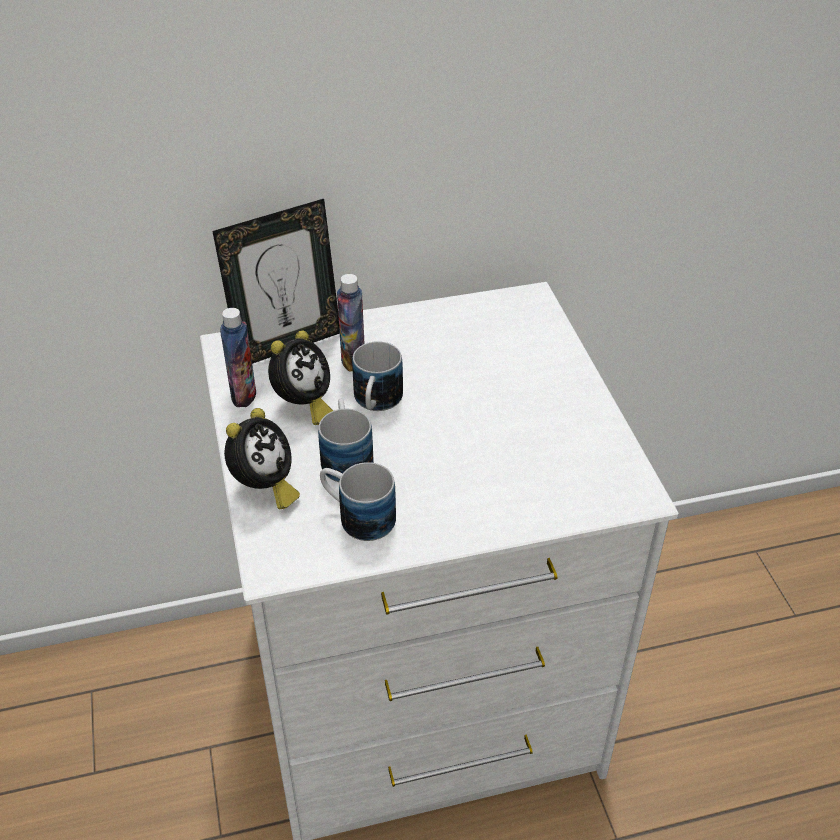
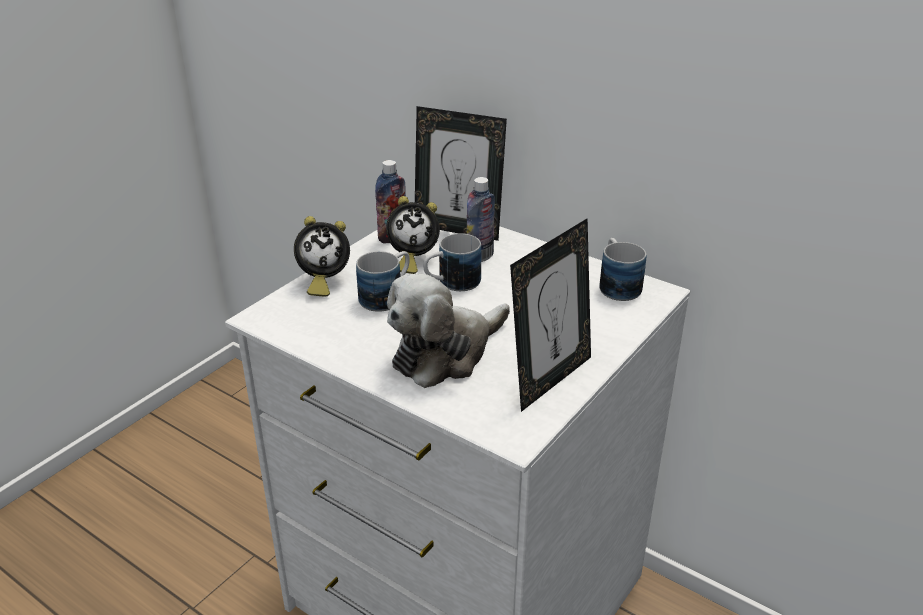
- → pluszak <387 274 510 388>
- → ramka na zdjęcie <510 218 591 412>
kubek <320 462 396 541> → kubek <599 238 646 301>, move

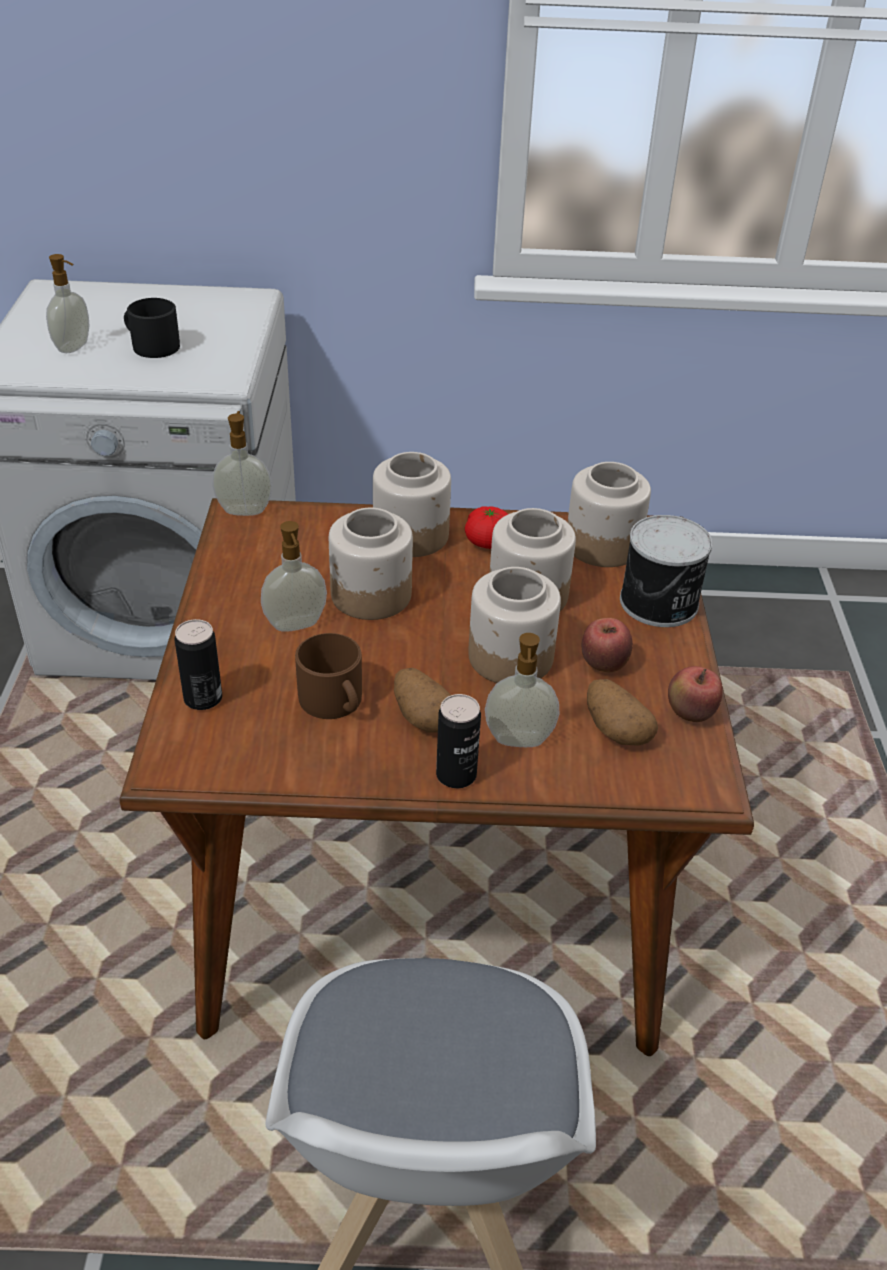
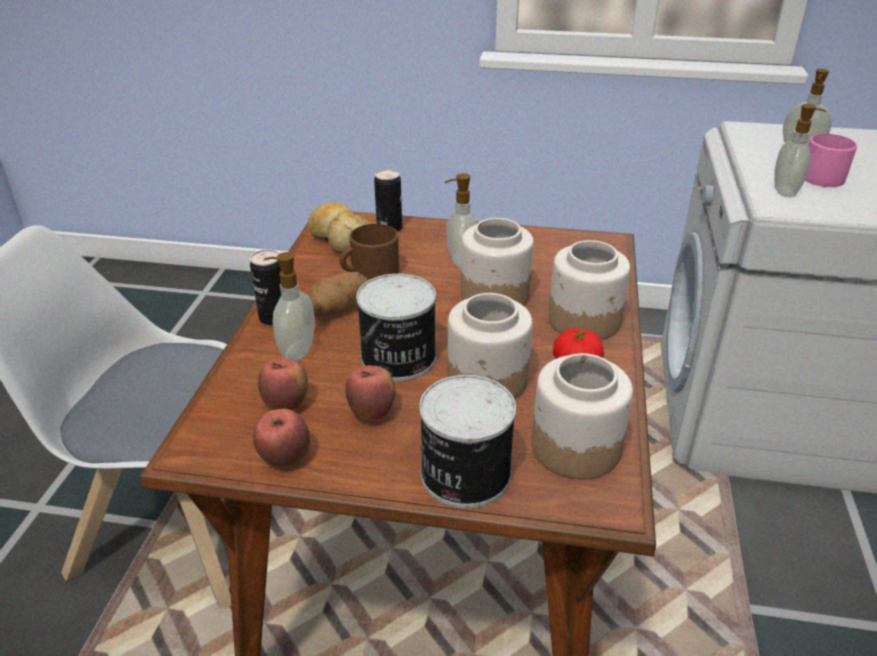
- → chleb <308 203 370 255>
dozownik mydła <212 411 272 516> → dozownik mydła <774 104 827 197>, move
słoik <468 567 561 683> → puszka <356 274 436 381>
ziemniak <587 679 658 746> → jabłko <258 358 308 411>
kubek [czarny] <124 298 180 358> → kubek [różowy] <805 134 857 187>

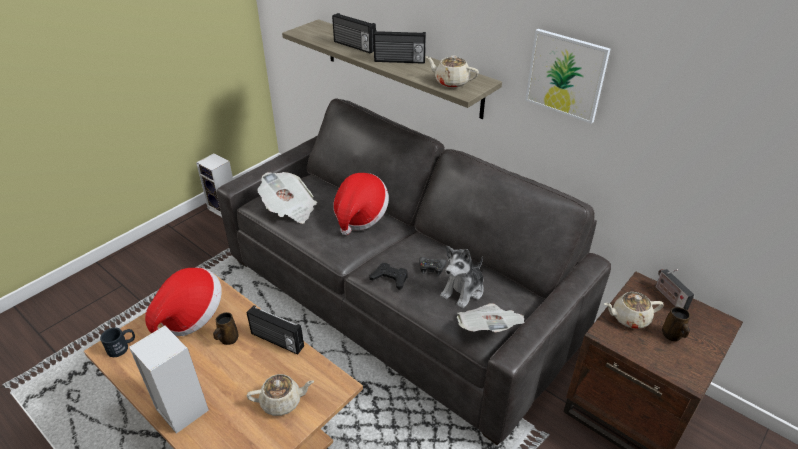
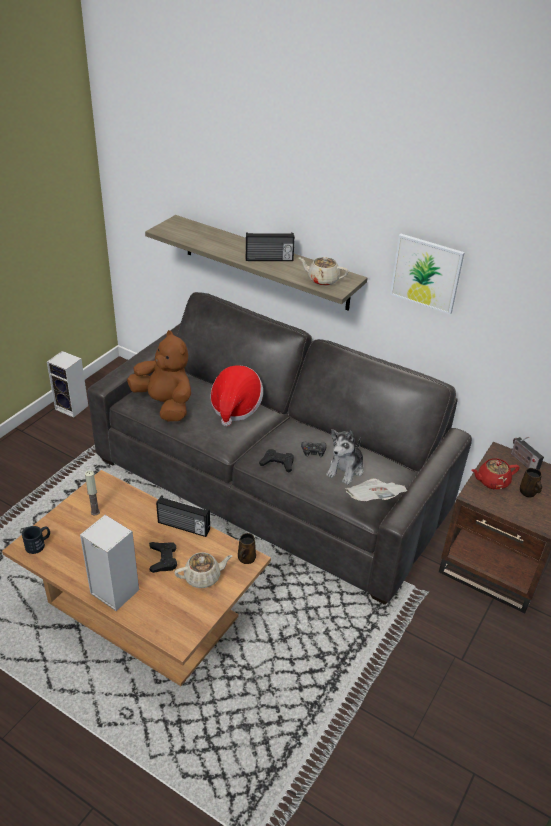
radio <332 13 376 53> → -
- → pad do gier [czarny] <149 542 177 573>
kubek [brązowy] <213 312 238 345> → kubek [brązowy] <238 533 256 564>, move
kapelusz <145 268 222 336> → świeca <85 470 100 515>
gazeta <258 172 317 224> → pluszak [brązowy] <127 330 191 421>
imbryk [beżowy] <604 292 664 329> → imbryk [czerwony] <471 458 520 490>

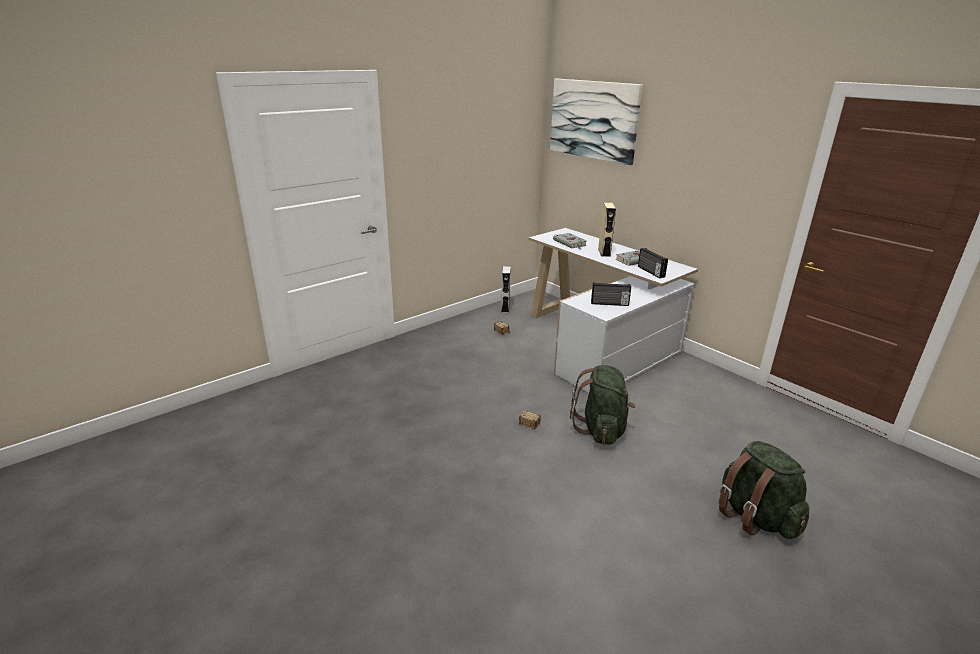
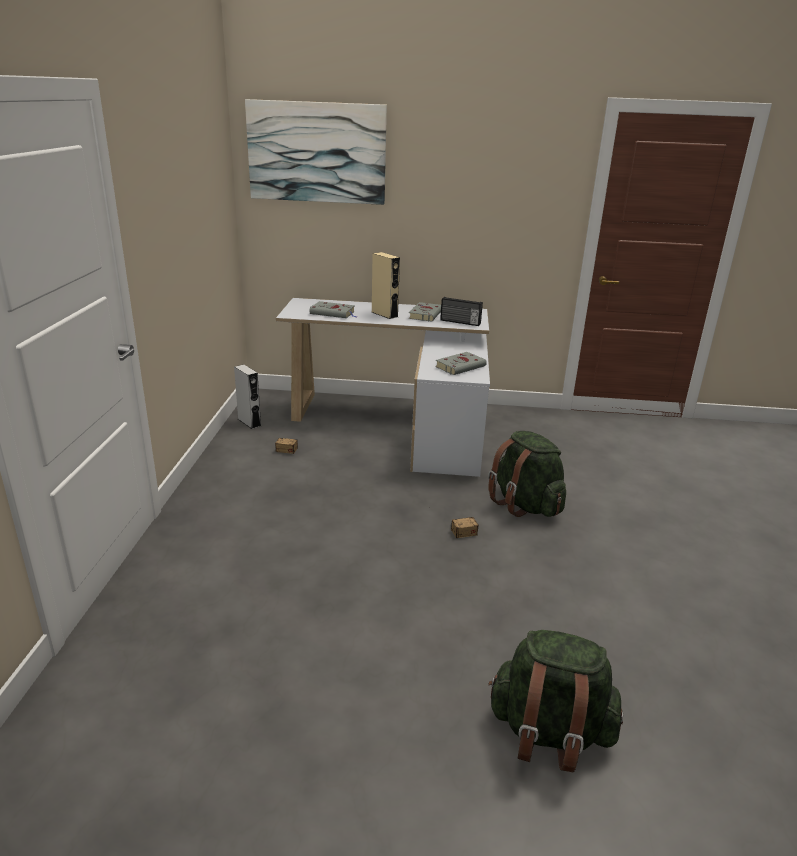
plecak [zielony] <719 441 810 539> → plecak [zielony] <488 630 623 772>, move
radio <591 282 631 306> → książka [szary] <435 352 487 375>

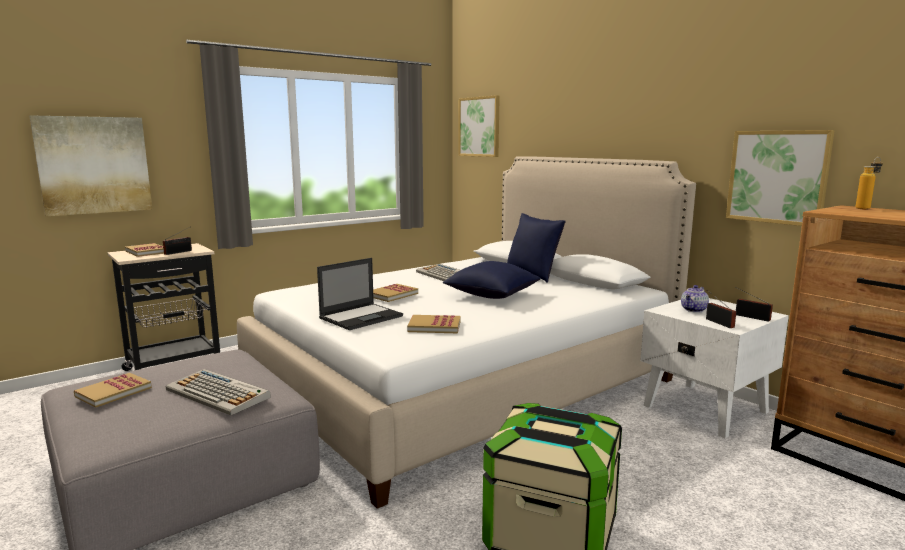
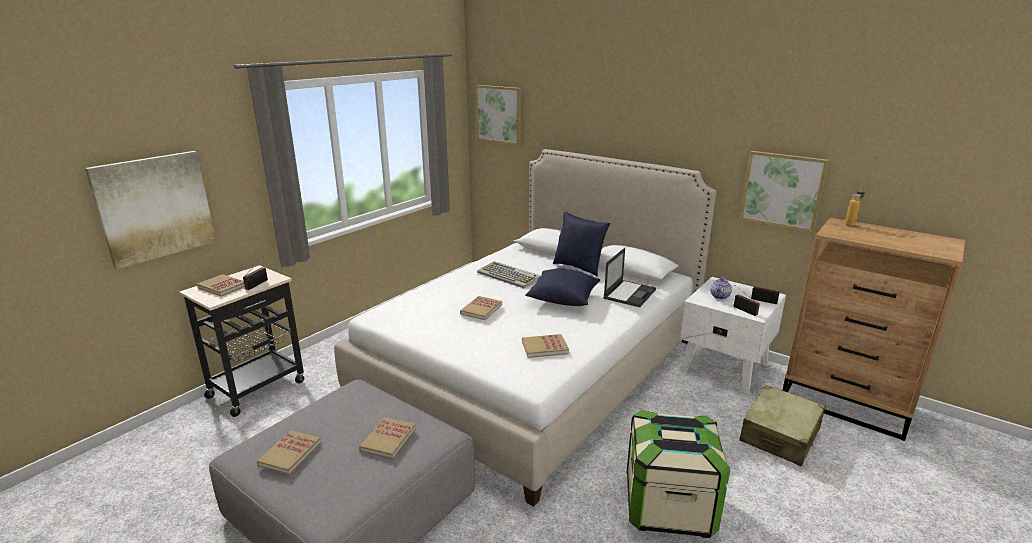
- → walizka [beżowy] <739 385 826 467>
laptop <317 258 403 330> → laptop <603 248 656 307>, move
klawiatura <166 369 271 415> → książka <359 417 416 459>

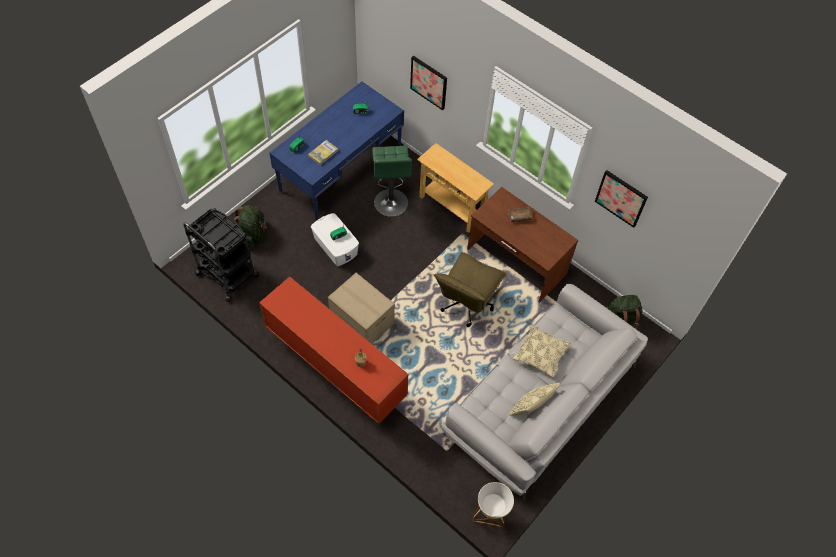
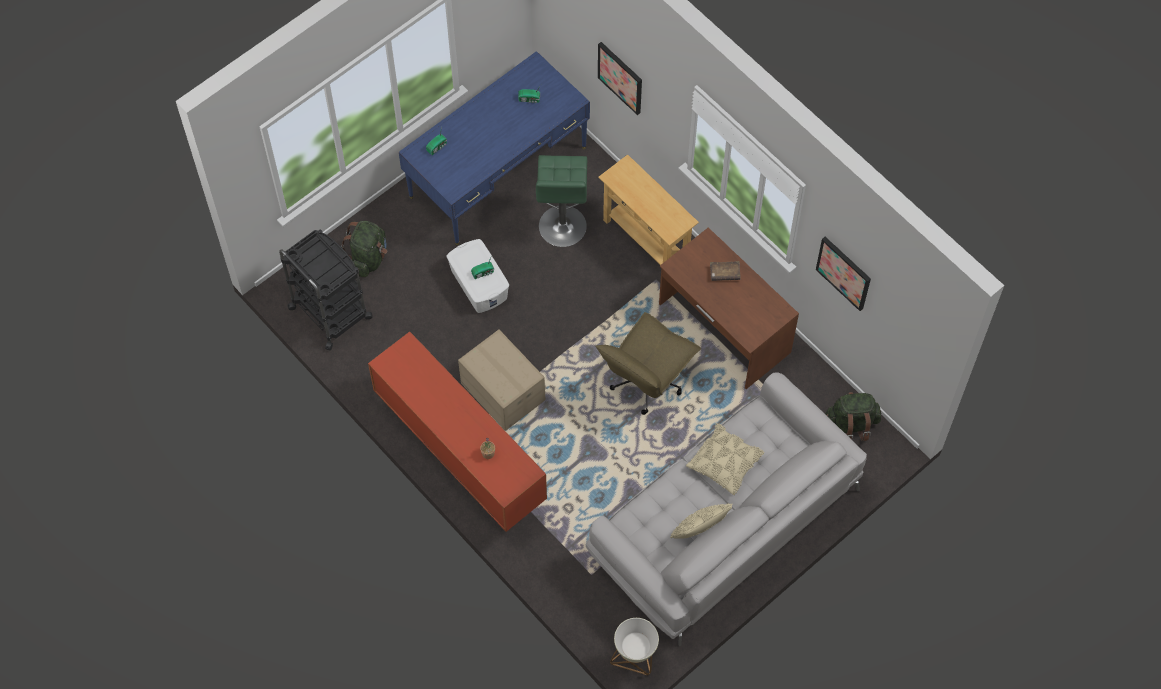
książka <308 140 338 165> → -

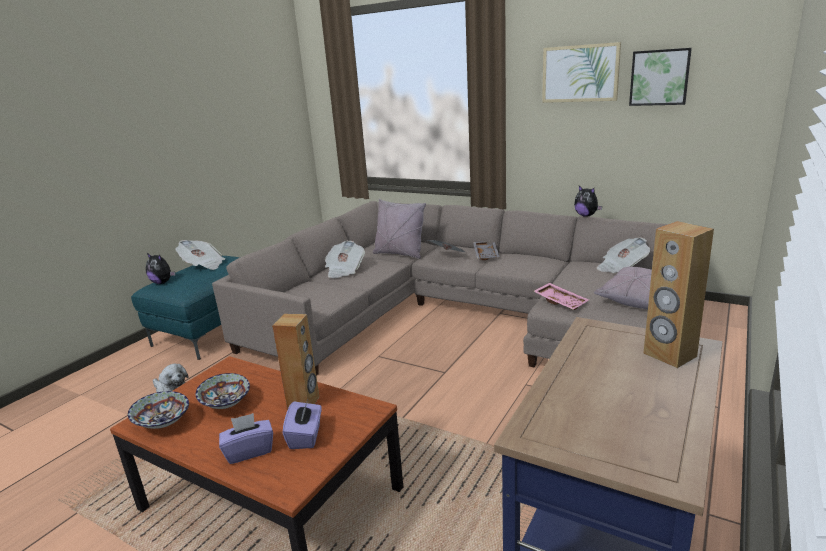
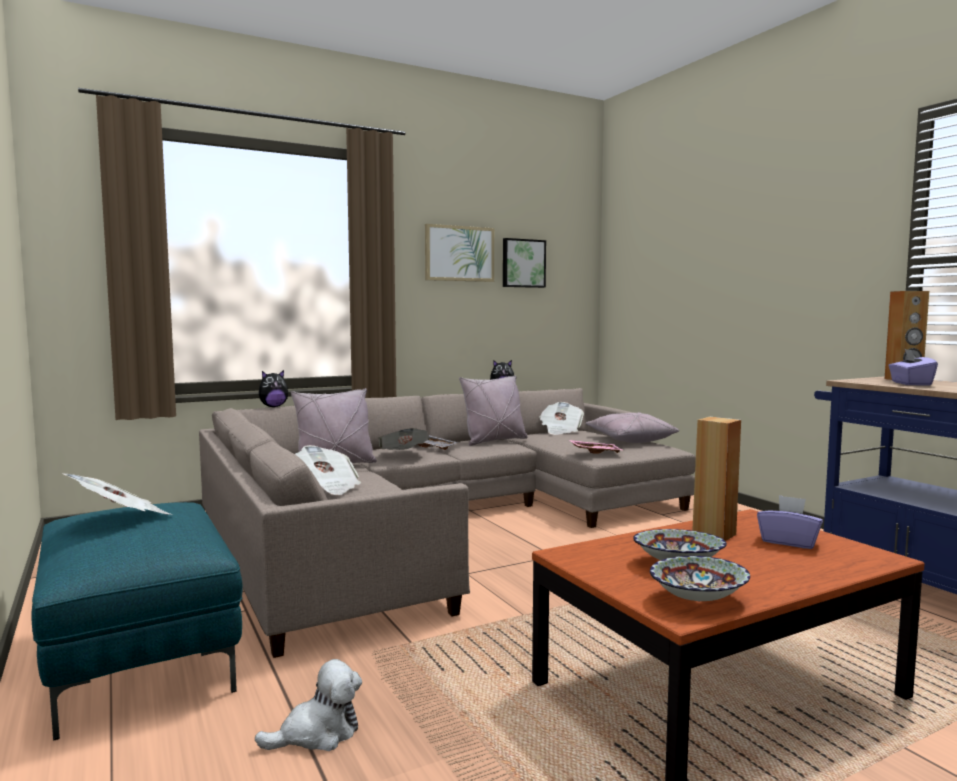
- → poduszka [fioletowy] <459 375 528 446>
pluszak <146 253 175 284> → pluszak <259 370 288 407>, move
pudełko chusteczek [fioletowy] <219 413 273 464> → pudełko chusteczek [fioletowy] <888 349 938 386>, move

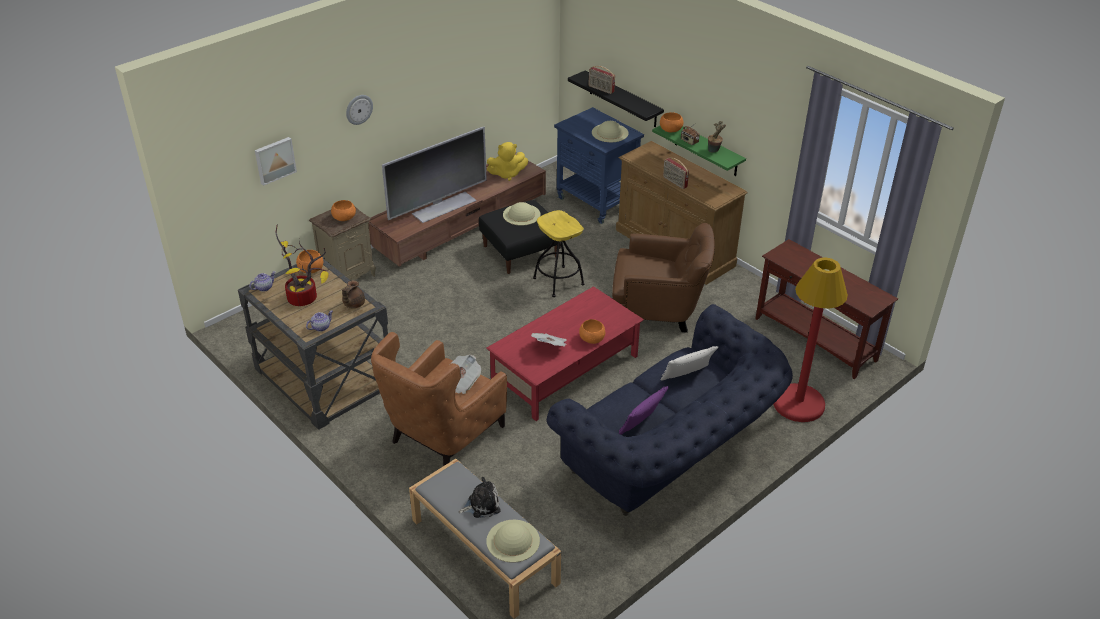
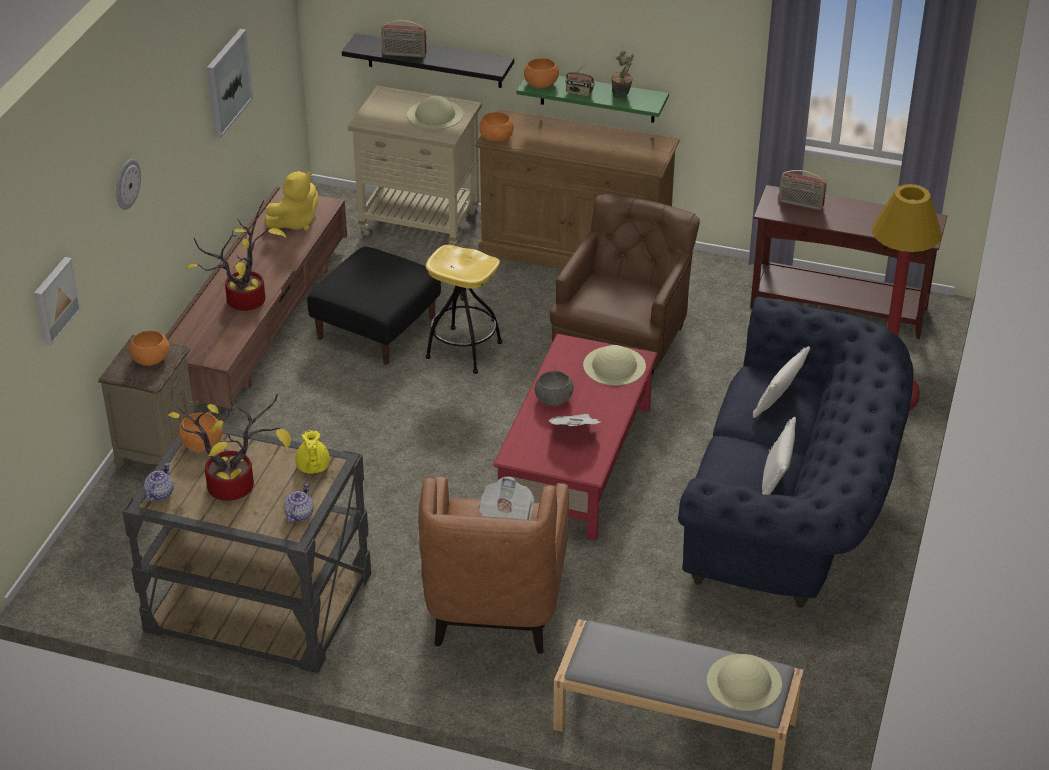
pluszak <458 477 501 518> → -
- → obraz <207 29 253 139>
- → miska [szary] <535 371 574 406>
kapelusz [beżowy] <503 202 541 226> → kapelusz [beżowy] <583 345 646 386>, move
miska [pomarańczowy] <579 319 605 344> → miska [pomarańczowy] <479 112 514 142>, move
radio <663 158 689 189> → radio <779 170 827 210>, move
telewizor <382 127 487 223> → roślina doniczkowa <186 200 286 311>
imbryk [brązowy] <342 280 365 308> → imbryk [żółty] <295 430 330 474>
wózek [niebieski] <554 107 644 224> → wózek [beżowy] <348 86 482 246>
poduszka [fioletowy] <619 386 669 435> → poduszka [biały] <762 417 796 495>
fotel [brązowy] <612 223 715 333> → fotel [brązowy] <550 194 700 375>, 45 degrees counterclockwise

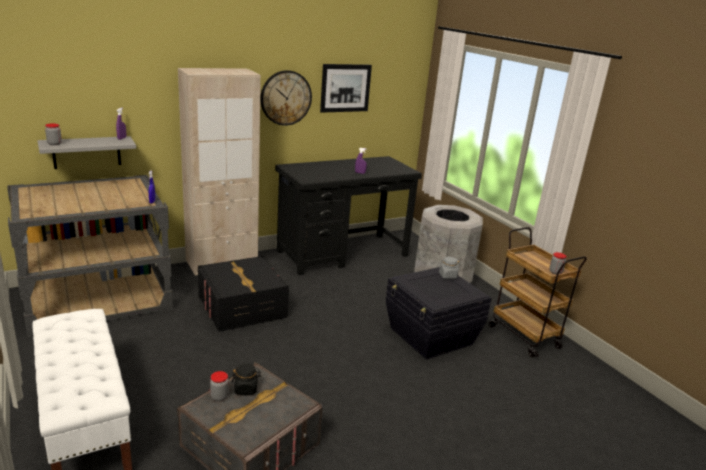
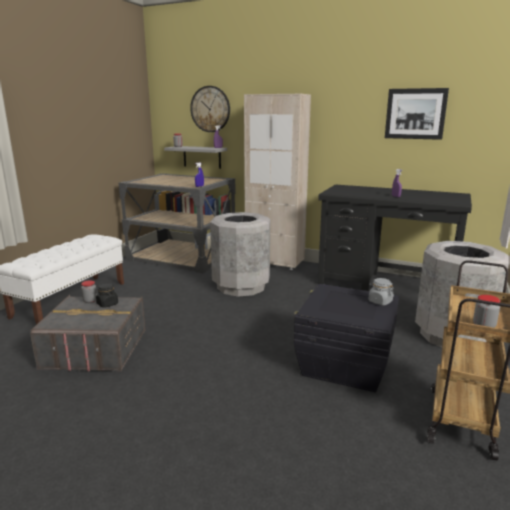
zegar ścienny <260 70 312 126> → zegar ścienny <190 86 230 132>, move
pojemnik do przechowywania [czarny] <198 256 289 332> → kosz na śmieci [szary] <210 212 270 297>

